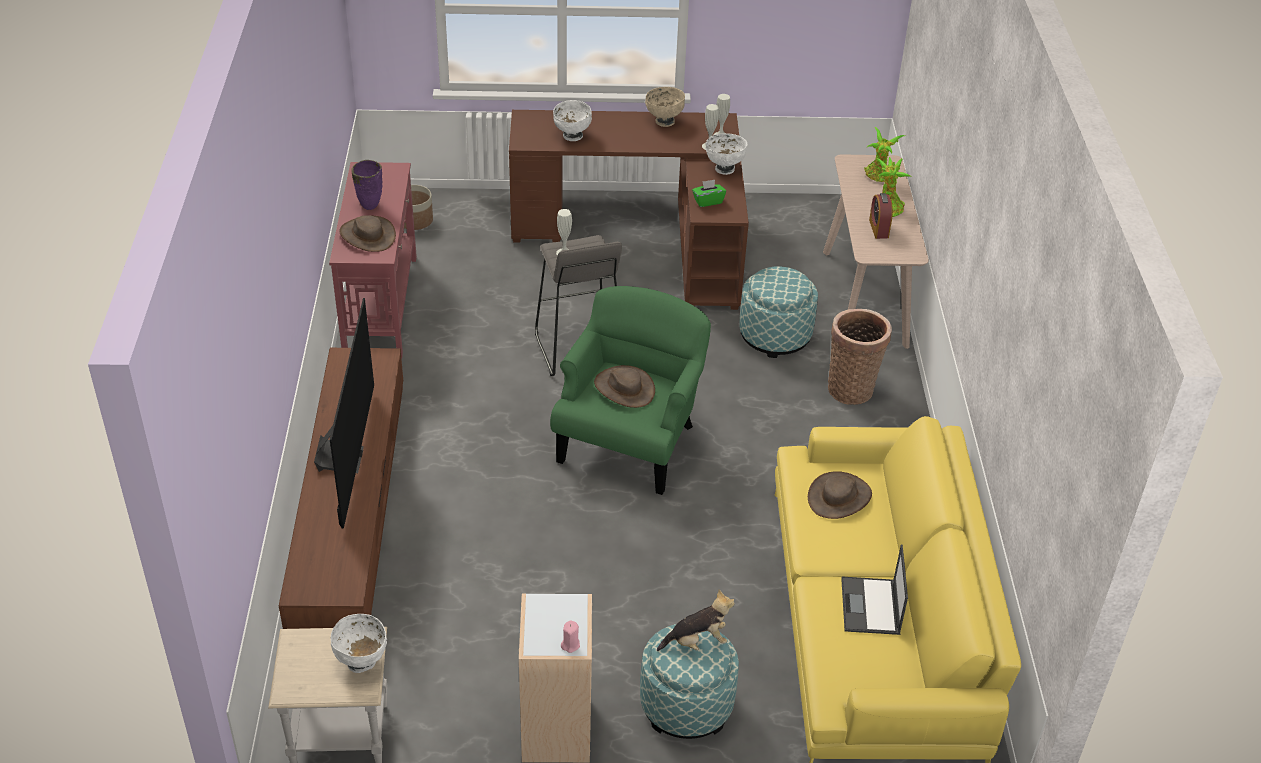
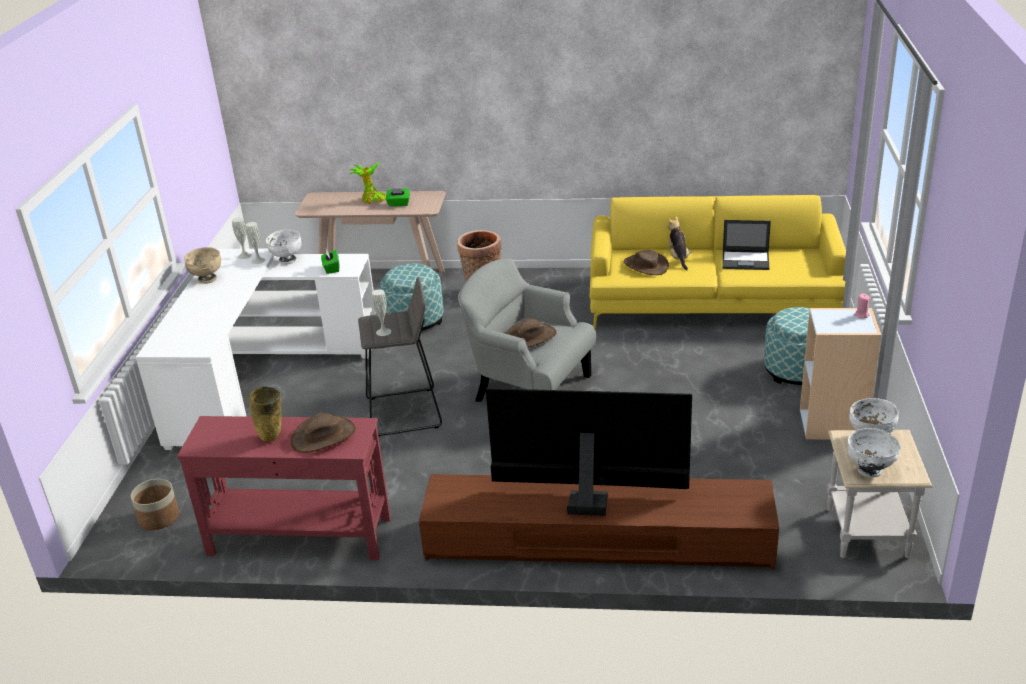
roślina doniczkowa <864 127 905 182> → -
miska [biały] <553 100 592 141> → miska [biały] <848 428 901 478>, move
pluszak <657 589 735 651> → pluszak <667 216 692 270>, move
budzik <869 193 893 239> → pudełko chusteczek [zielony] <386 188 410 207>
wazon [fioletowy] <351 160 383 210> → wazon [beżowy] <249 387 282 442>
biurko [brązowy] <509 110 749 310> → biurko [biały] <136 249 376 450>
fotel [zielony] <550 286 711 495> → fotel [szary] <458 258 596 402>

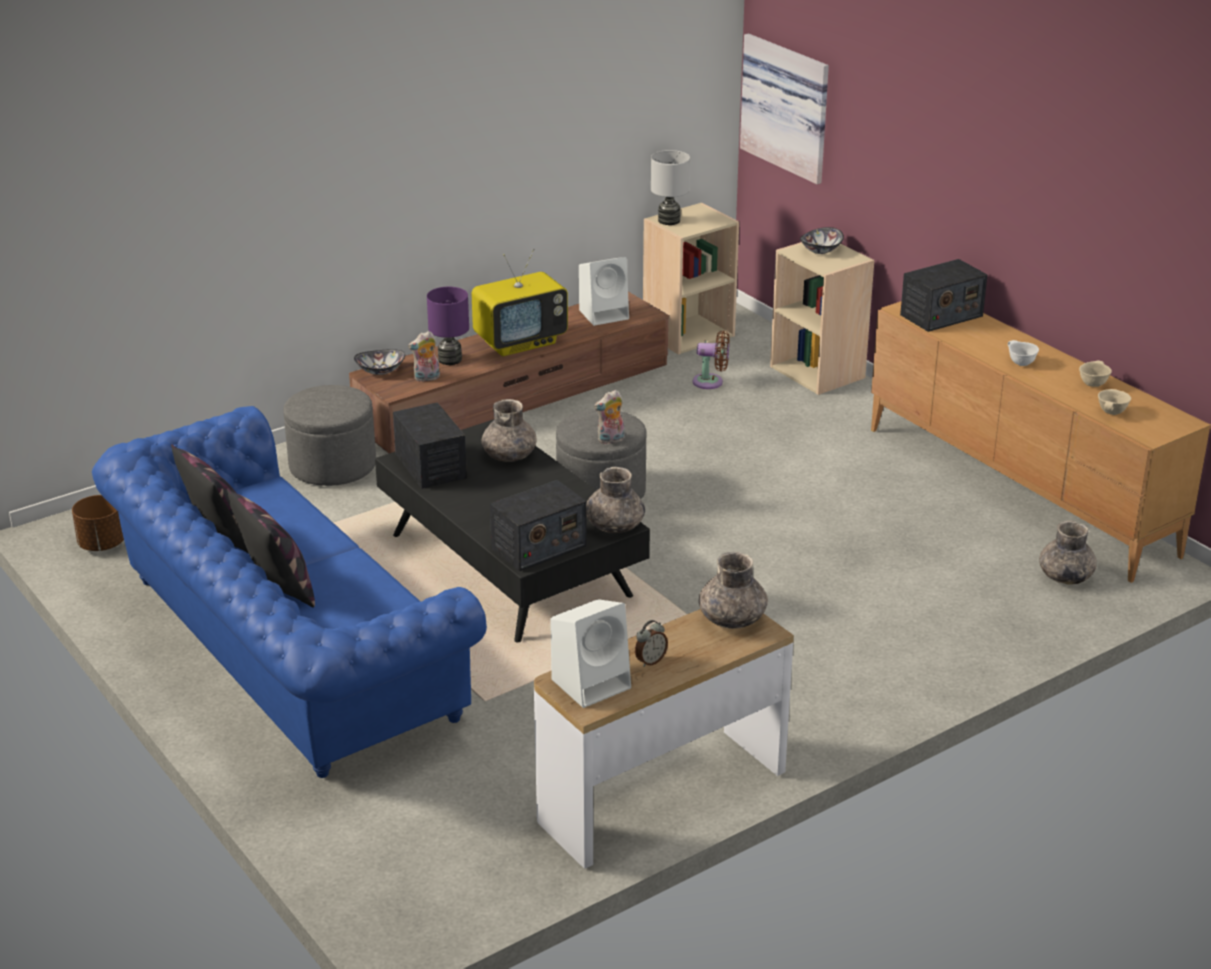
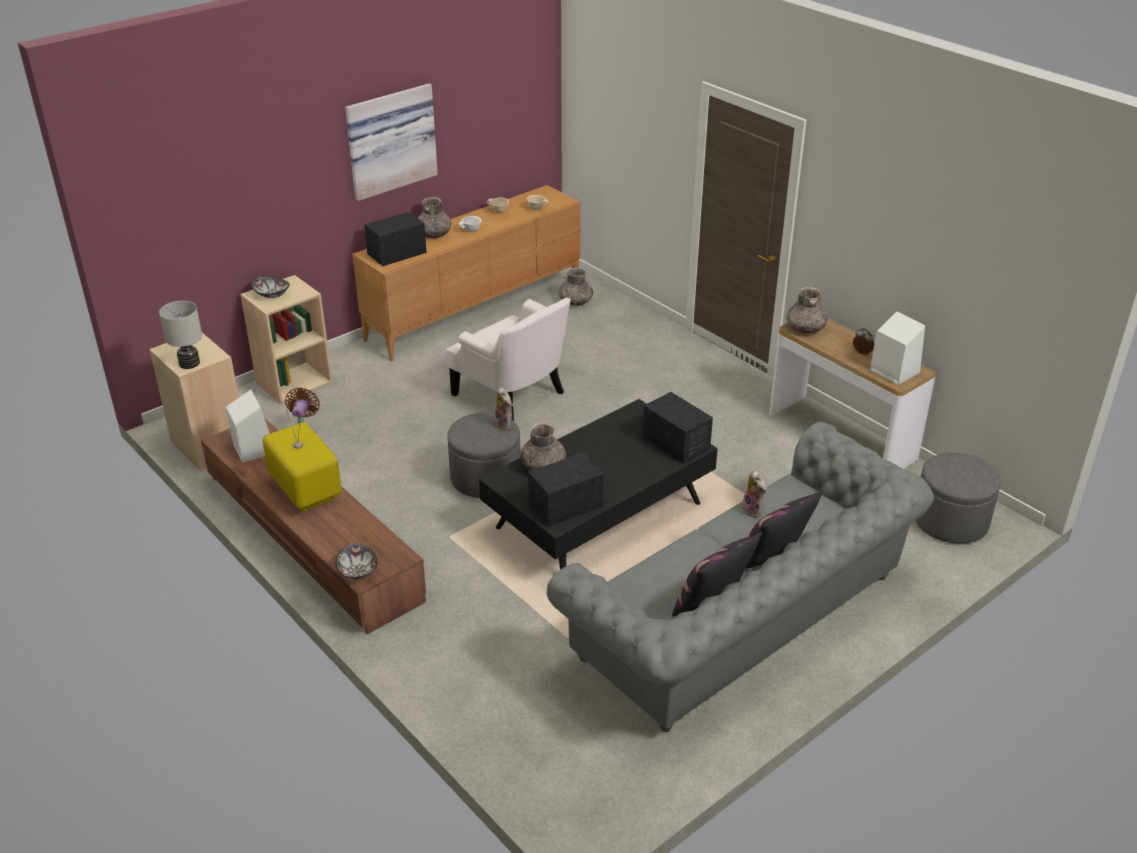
donica [brązowy] <72 495 124 551> → -
lampa stołowa [fioletowy] <427 287 469 365> → -
- → fotel [biały] <444 298 571 421>
pufa [szary] <283 385 376 486> → pufa [szary] <915 453 1001 544>, move
pluszak <408 331 440 382> → pluszak <742 470 766 517>, move
wazon [szary] <586 467 645 533> → wazon [szary] <418 197 452 238>, move
obraz <740 33 829 184> → obraz <345 84 438 201>, move
kanapa [niebieski] <92 406 487 778> → kanapa [szary] <547 422 934 732>
radio <900 259 987 332> → radio <364 212 427 266>, 90 degrees counterclockwise

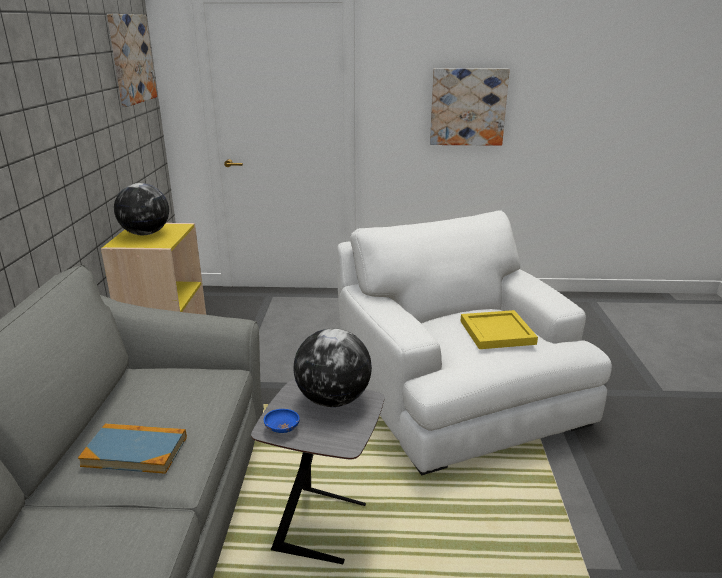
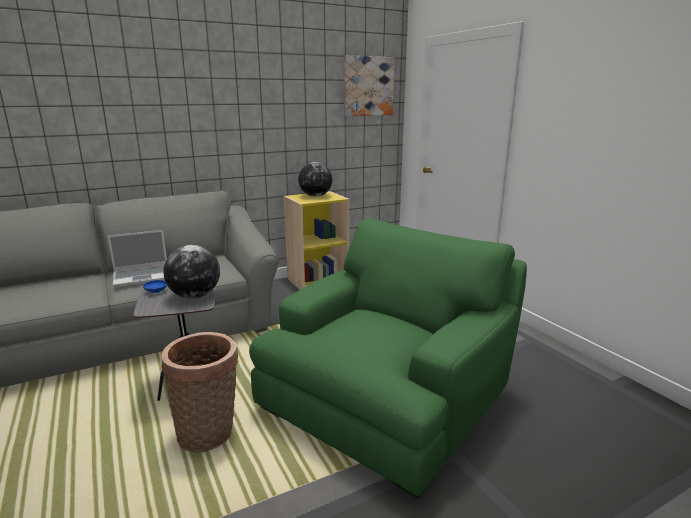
obraz <430 68 510 146> → -
taca [żółty] <461 310 538 349> → -
- → koszyk <162 332 238 452>
książka <78 423 187 474> → laptop <108 230 167 288>
fotel [biały] <337 210 612 476> → fotel [zielony] <249 218 527 499>

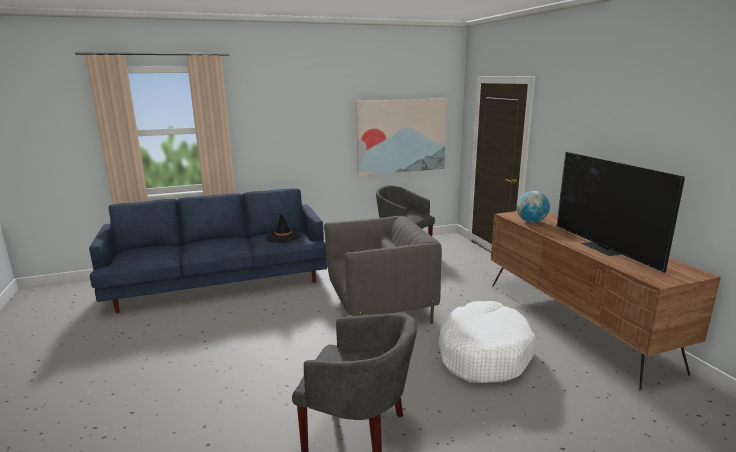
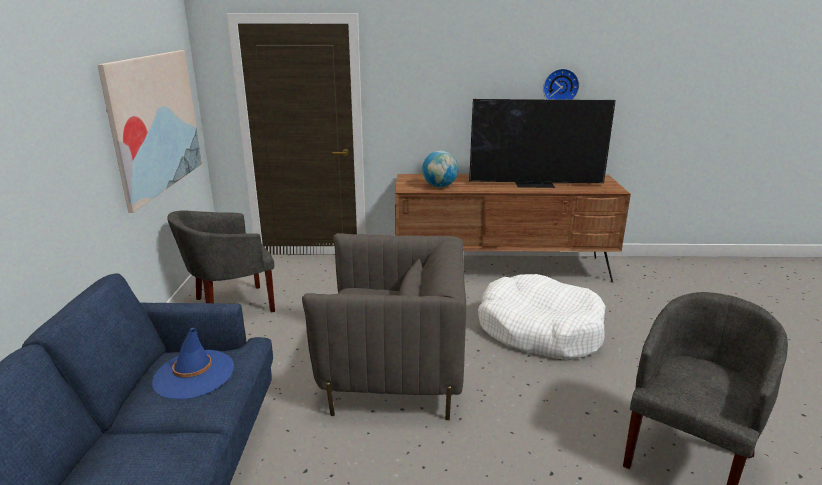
- → zegar ścienny <543 68 579 100>
kapelusz [czarny] <266 214 301 243> → kapelusz [niebieski] <152 328 234 399>
fotel [szary] <324 216 442 324> → fotel [szary] <302 233 466 420>, 90 degrees clockwise

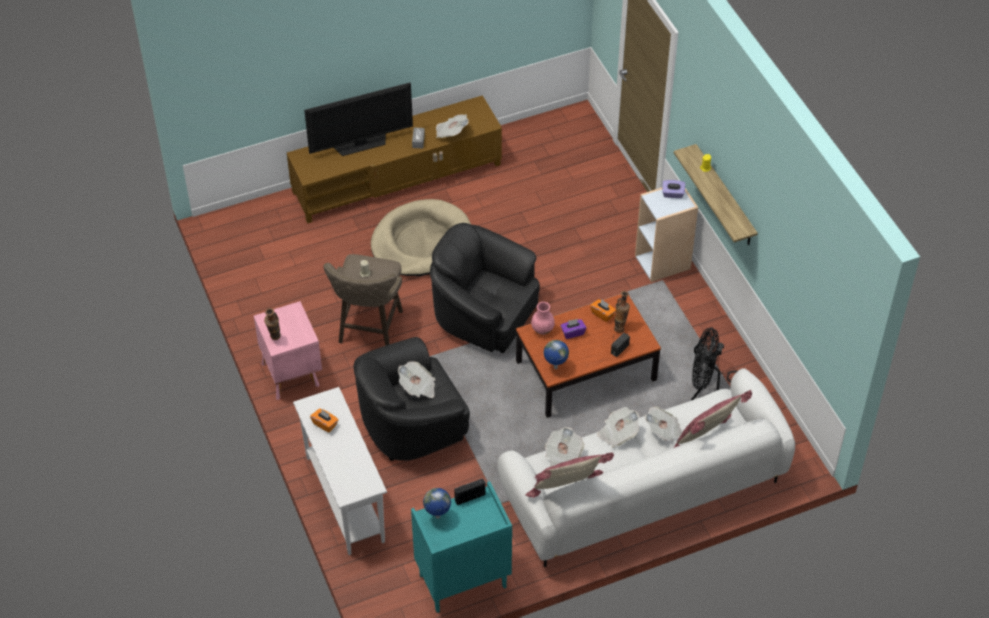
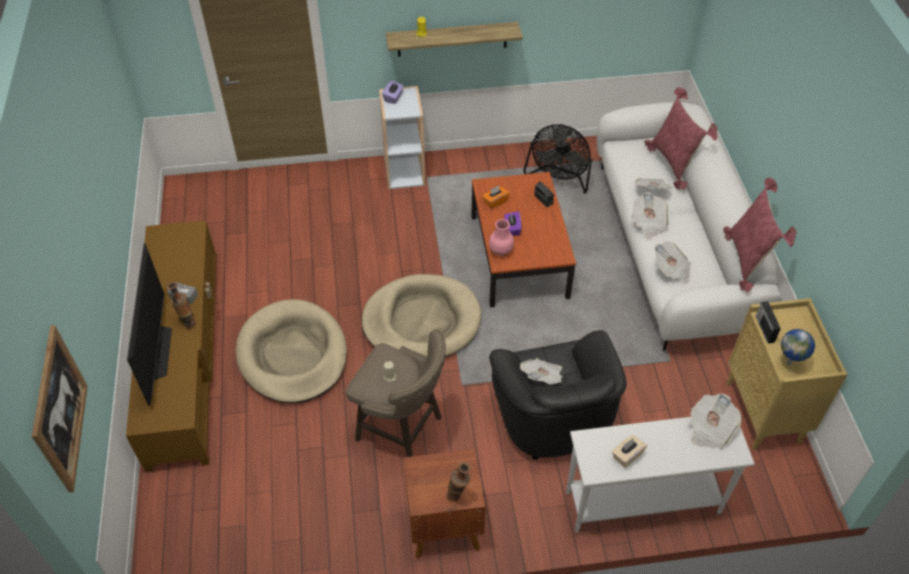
globus <544 340 569 369> → -
- → obraz <32 325 88 493>
gazeta <436 114 469 138> → gazeta <689 394 742 449>, move
wazon <614 291 630 333> → wazon <167 282 196 329>, move
fotel [czarny] <430 223 540 353> → legowisko [beżowy] <362 274 481 357>
szafka nocna [różowy] <254 301 322 400> → szafka nocna [brązowy] <403 449 486 559>
pudełko chusteczek [pomarańczowy] <310 408 338 433> → pudełko chusteczek [beżowy] <612 435 647 468>
szafka [turkusowy] <411 481 512 613> → szafka [beżowy] <727 298 848 450>

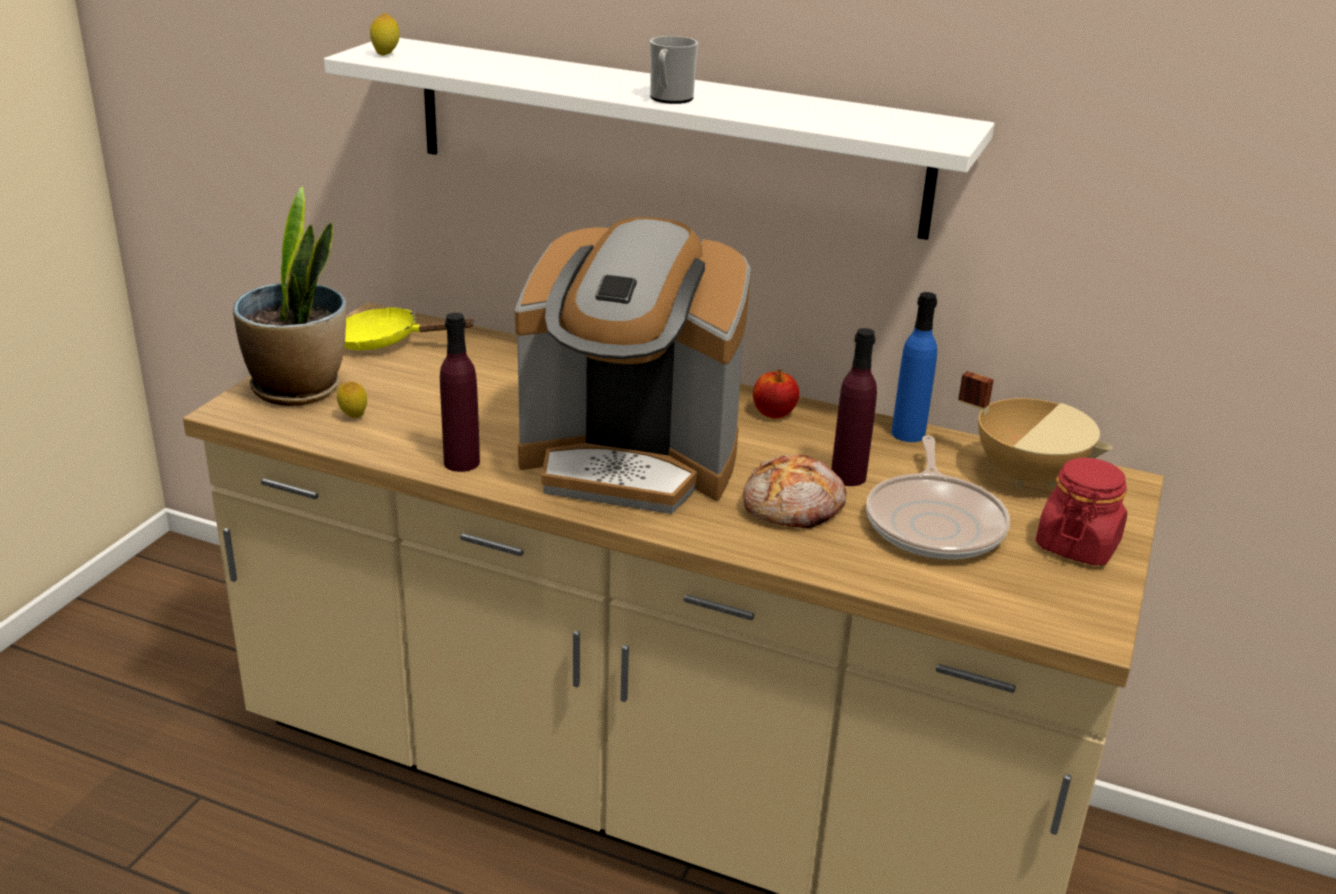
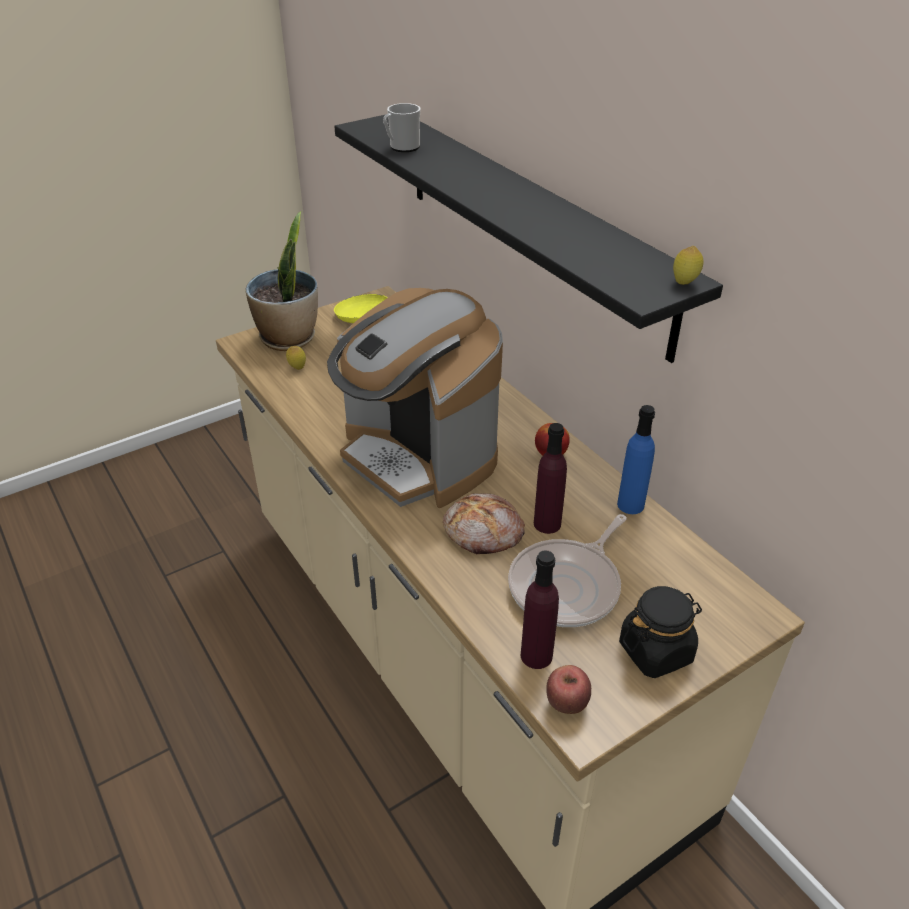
garnek [beżowy] <958 371 1112 488> → -
- → jabłko <546 665 591 714>
cytryna <370 13 400 55> → cytryna <673 246 703 285>, move
butelka [fioletowy] <440 313 480 472> → butelka [fioletowy] <521 550 559 669>, move
kubek <650 36 698 104> → kubek <383 103 421 152>, move
półka [biały] <324 38 994 240> → półka [czarny] <334 114 723 363>
słoik [czerwony] <1036 458 1127 566> → słoik [czarny] <619 586 702 678>

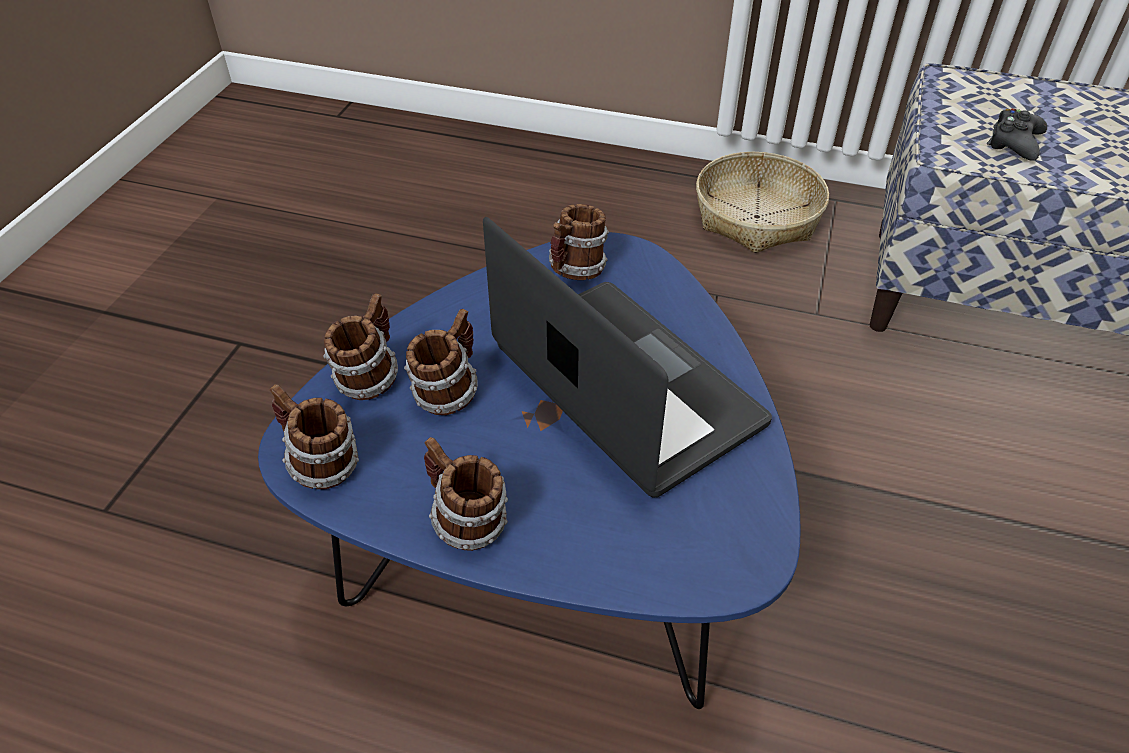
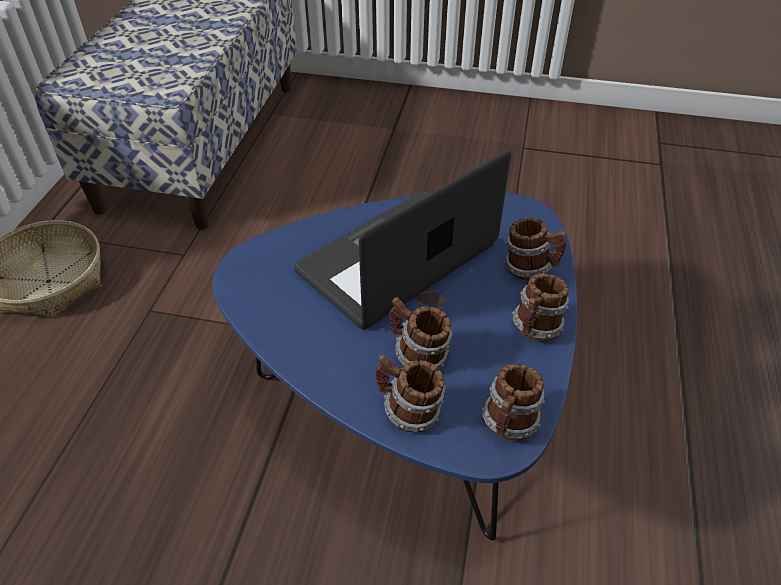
pad do gier [czarny] <987 109 1047 161> → -
kubek <549 204 609 280> → kubek <504 218 566 280>, move

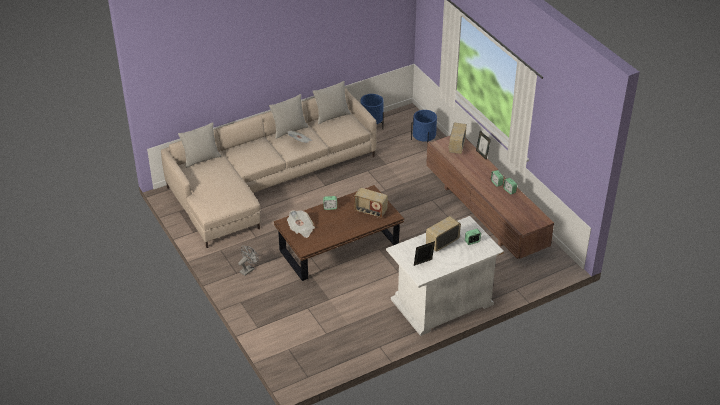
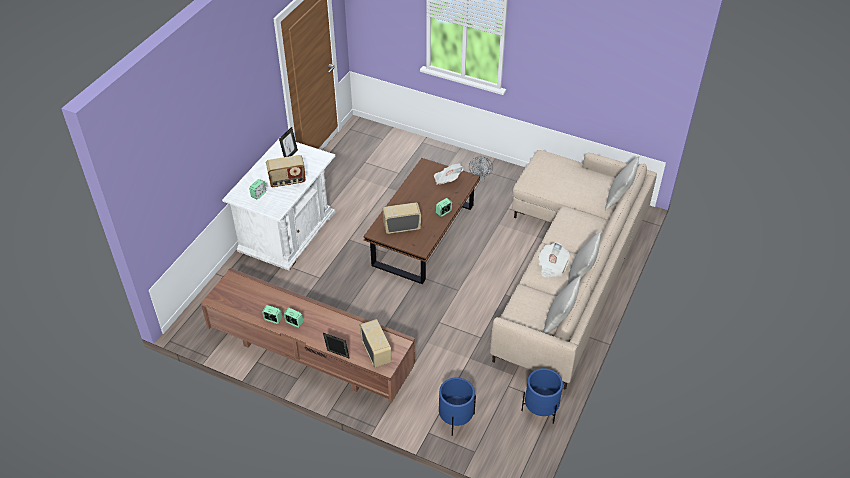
radio <426 216 461 252> → radio <266 155 306 187>, 60 degrees clockwise

